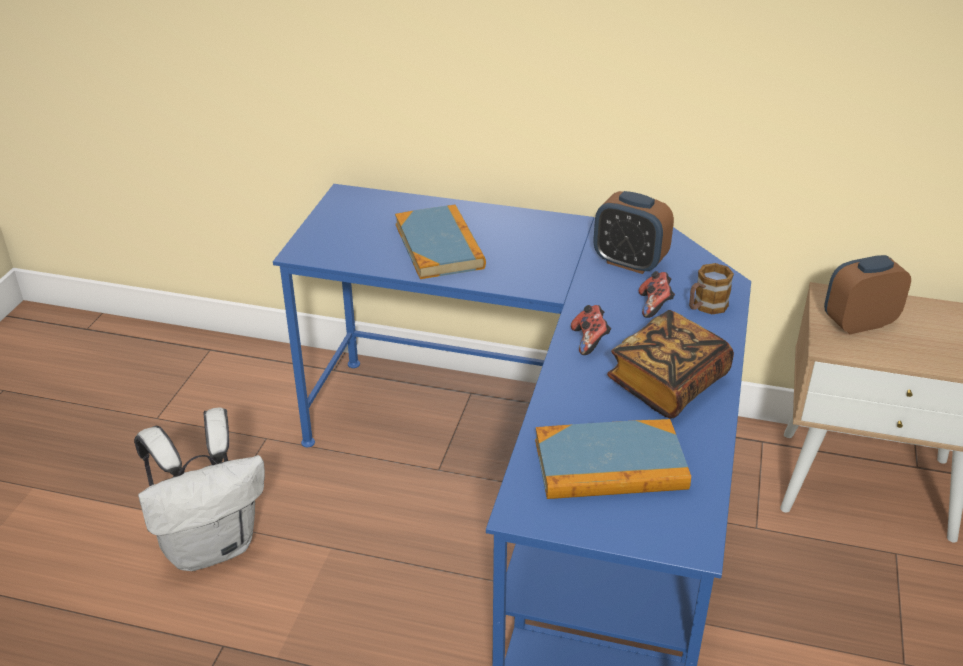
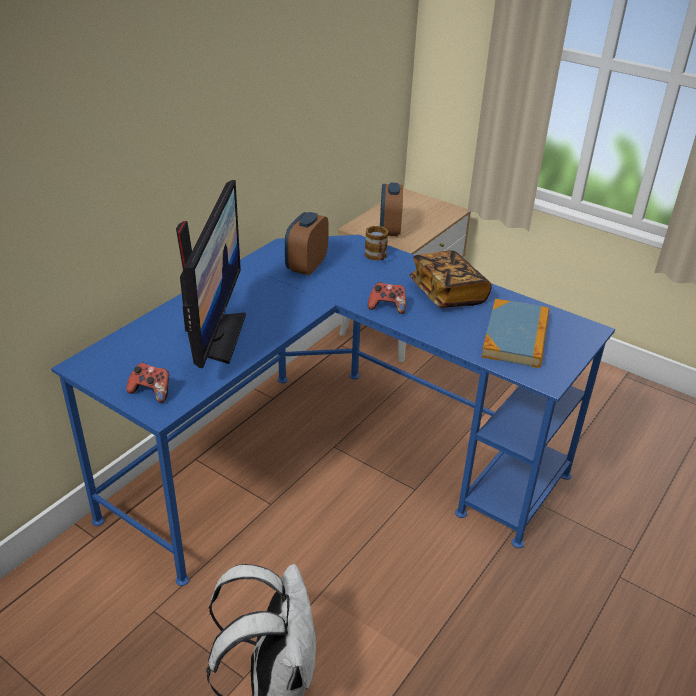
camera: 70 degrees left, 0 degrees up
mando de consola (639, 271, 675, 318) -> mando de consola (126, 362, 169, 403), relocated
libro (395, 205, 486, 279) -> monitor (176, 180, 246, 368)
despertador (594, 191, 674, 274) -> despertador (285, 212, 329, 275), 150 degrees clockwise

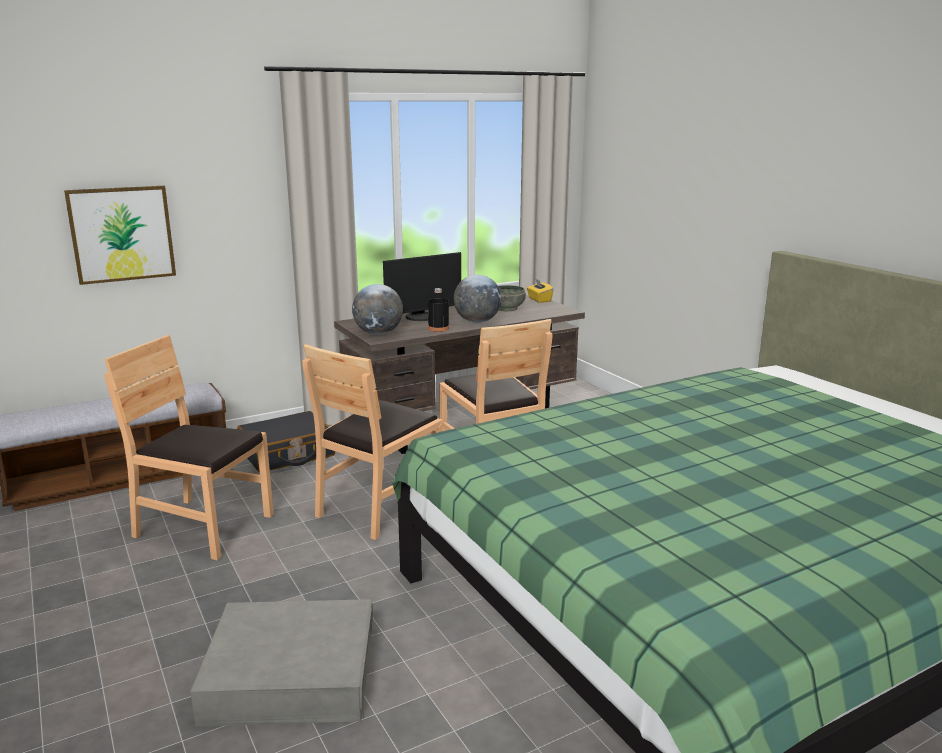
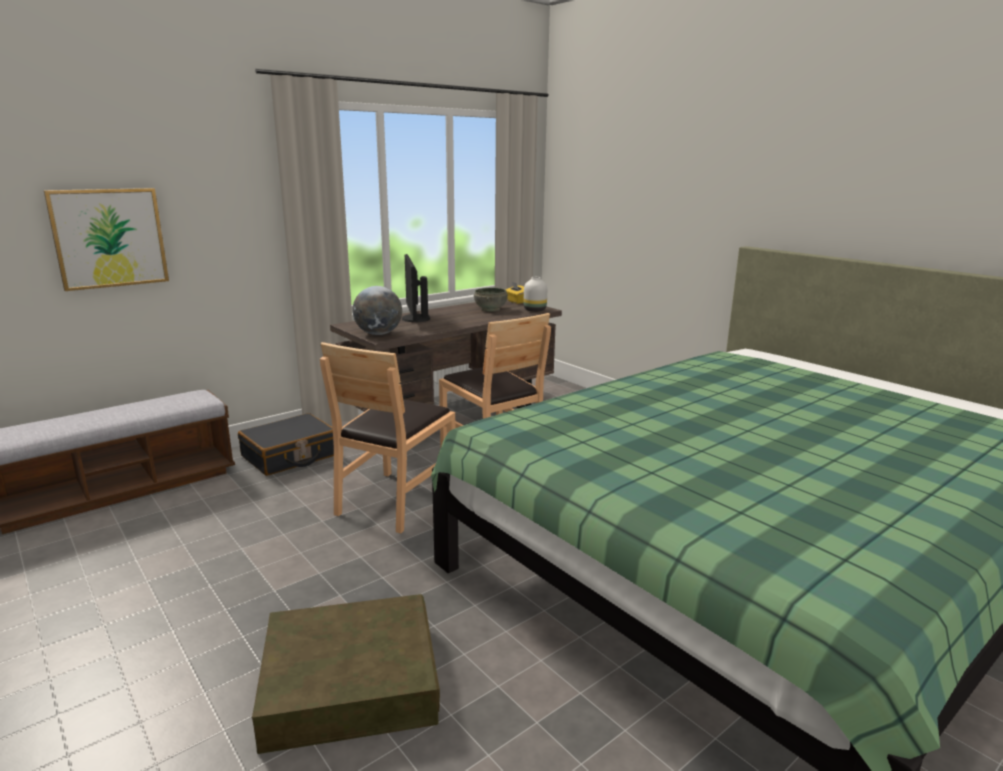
camera: 10 degrees left, 0 degrees up
silla (marrón) (104, 335, 274, 560) -> none
botella (negro) (428, 288, 449, 332) -> none
globo terráqueo (454, 275, 502, 323) -> none
none -> florero (blanco) (524, 277, 547, 312)
caja de almacenaje (gris) (190, 599, 373, 726) -> caja de almacenaje (marrón) (252, 594, 440, 754)
monitor (383, 252, 461, 321) -> monitor (402, 254, 430, 322), 120 degrees clockwise

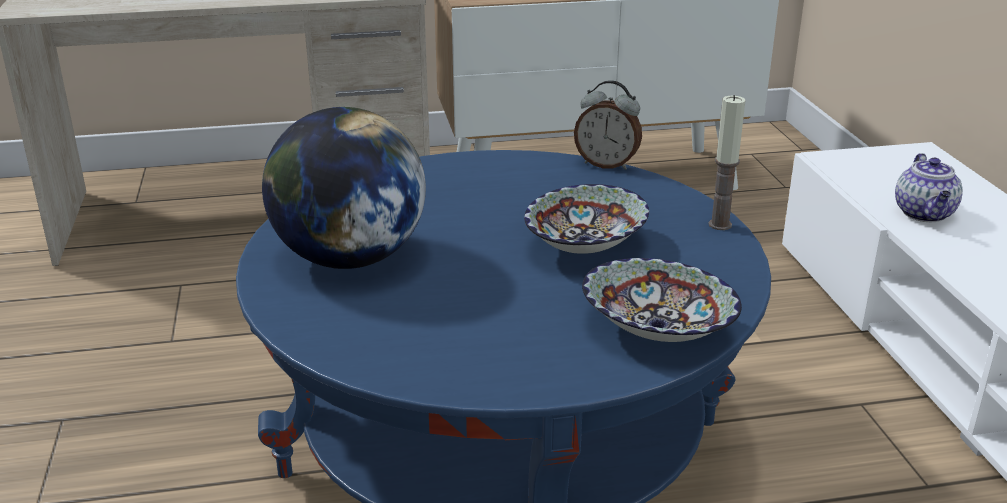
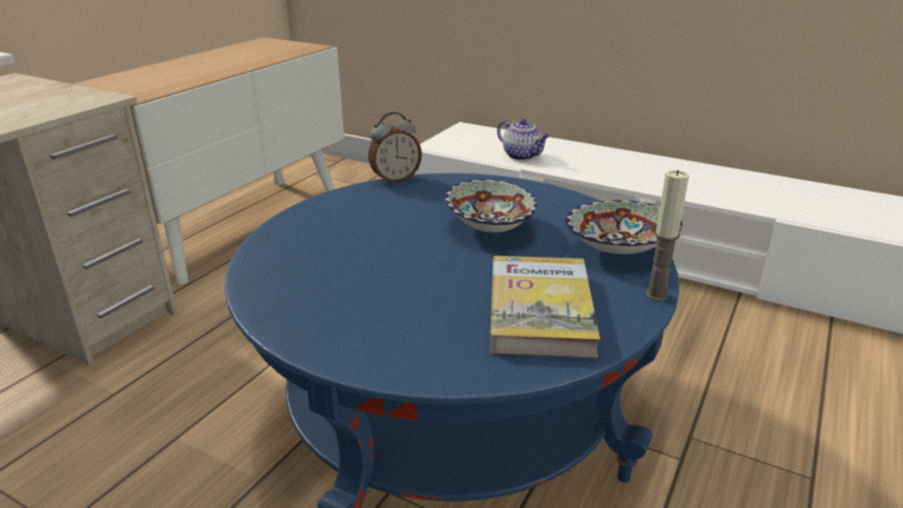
camera: 50 degrees left, 0 degrees up
globo terráqueo (262, 107, 426, 269) -> none
none -> libro (490, 256, 600, 358)
vela (708, 95, 746, 230) -> vela (645, 170, 689, 301), relocated

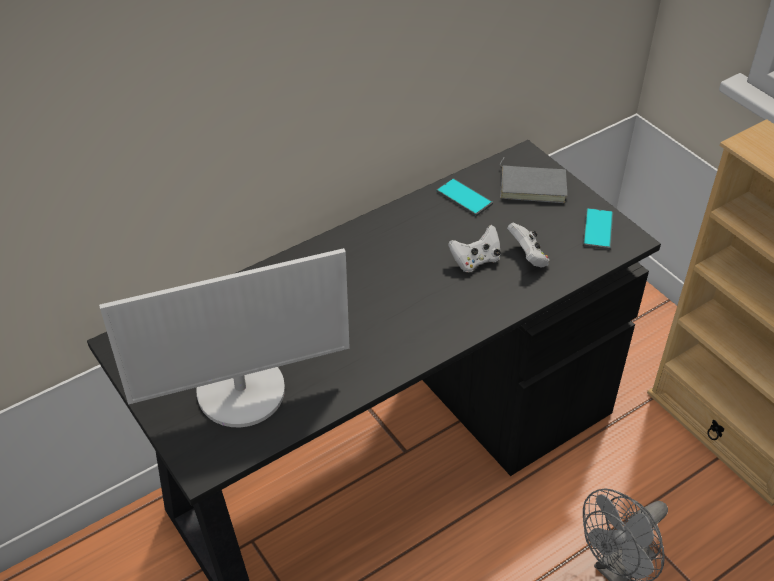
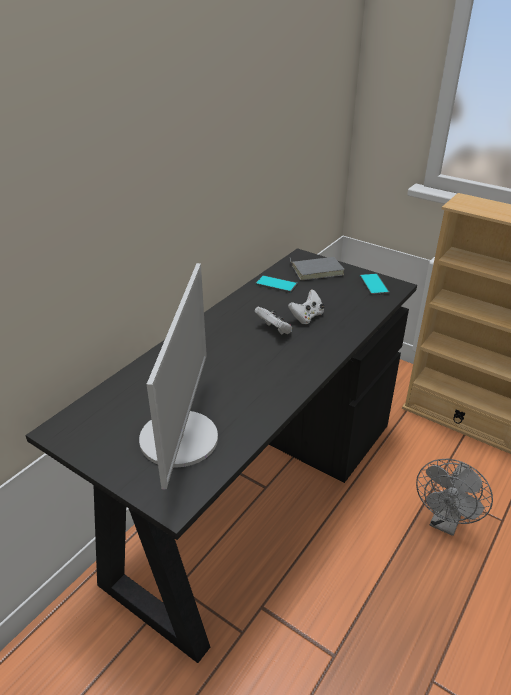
camera: 20 degrees left, 10 degrees down
mando de consola (blanco) (507, 223, 550, 268) -> mando de consola (blanco) (254, 307, 292, 335), relocated
monitor (99, 248, 350, 427) -> monitor (139, 263, 218, 490), 45 degrees counterclockwise

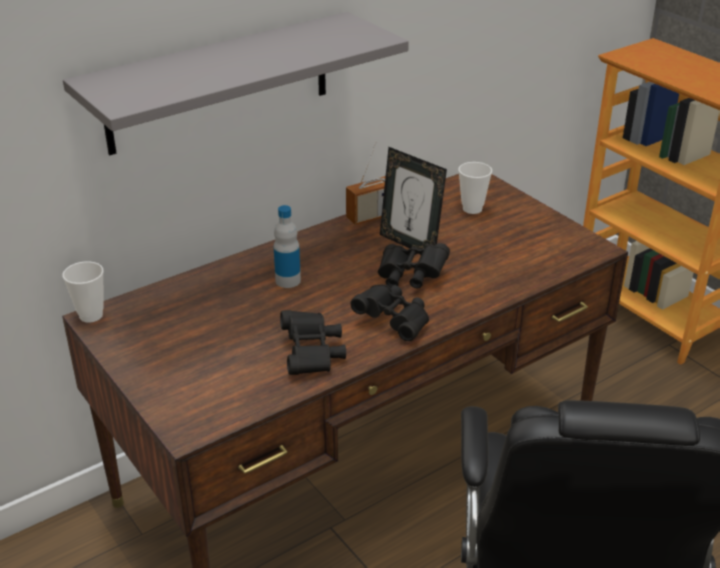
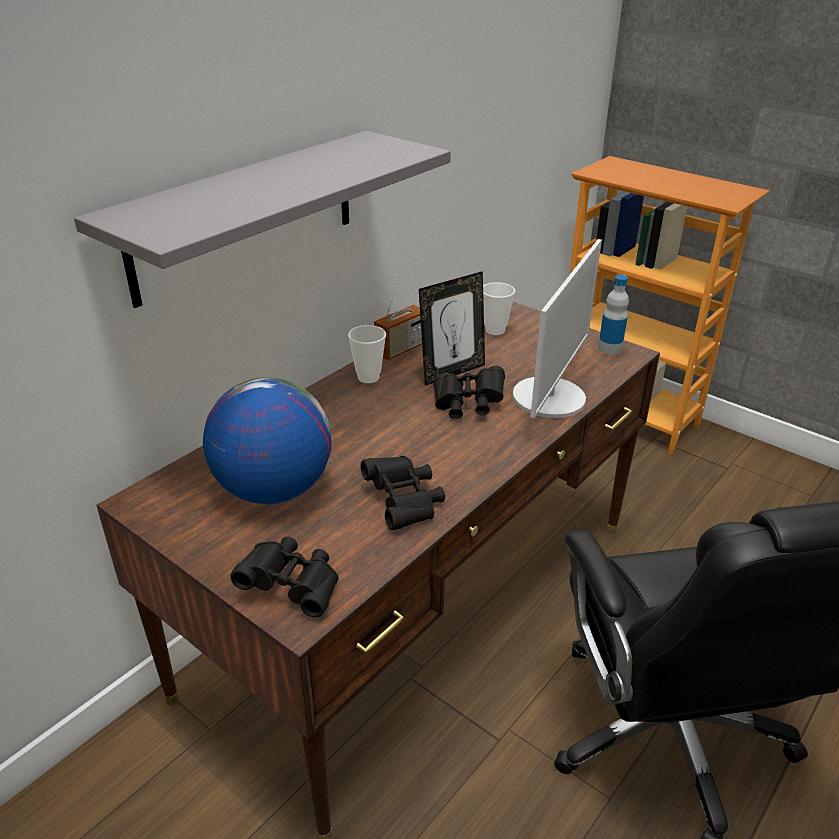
camera: 15 degrees left, 0 degrees up
none -> globo terráqueo (203, 377, 331, 504)
none -> monitor (513, 239, 602, 418)
taza (62, 261, 104, 323) -> taza (348, 325, 386, 383), relocated
botella (274, 205, 301, 288) -> botella (598, 275, 629, 355), relocated
prismáticos (negro) (351, 285, 429, 341) -> prismáticos (negro) (231, 537, 339, 617), relocated
portarretratos (380, 147, 447, 249) -> portarretratos (419, 271, 485, 386), 60 degrees counterclockwise

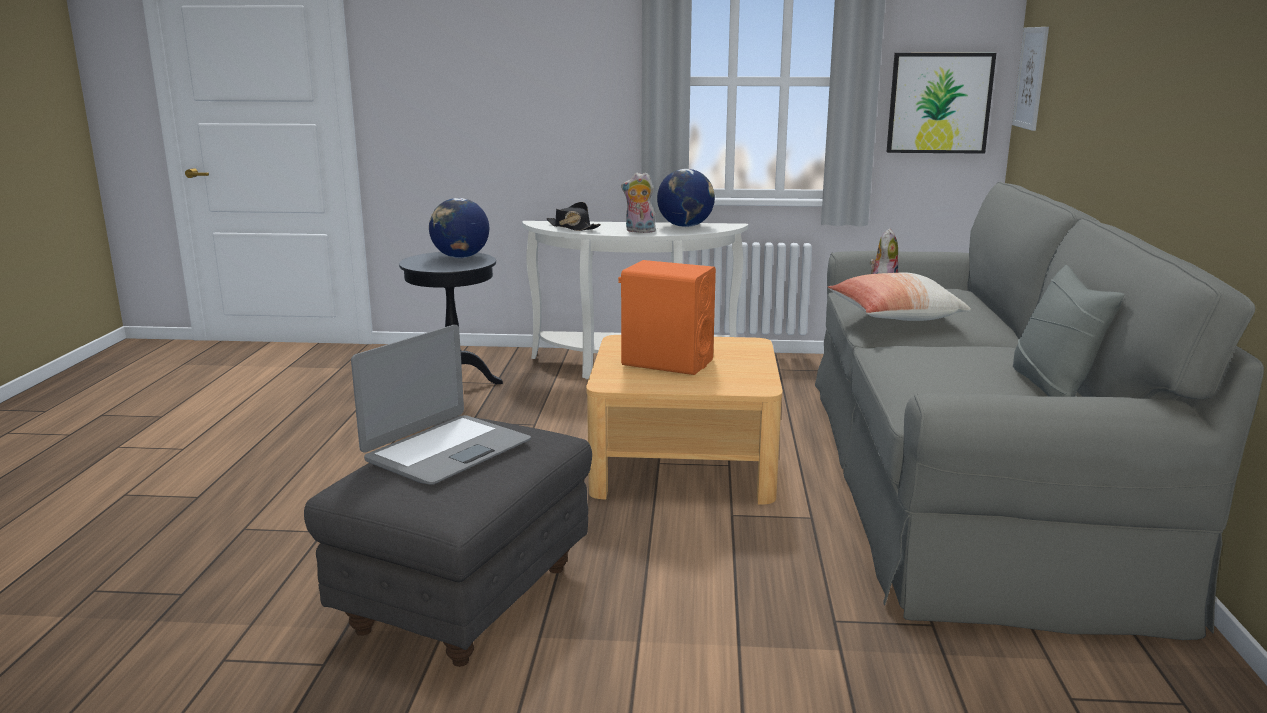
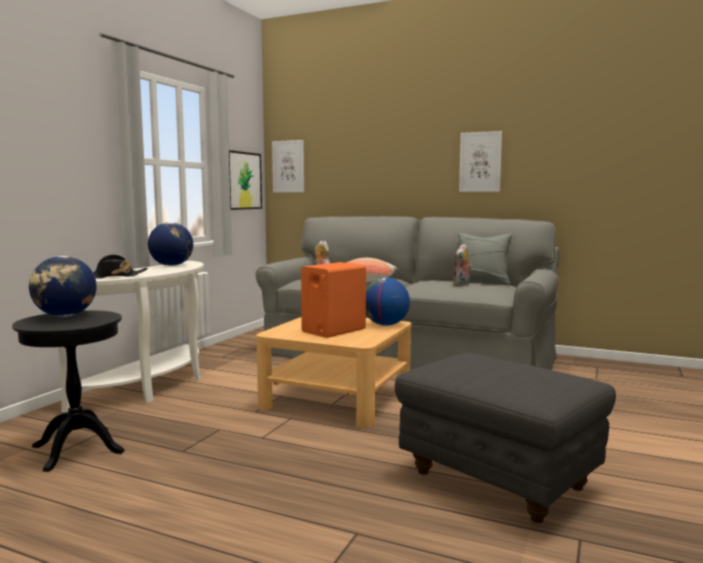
camera: 70 degrees left, 10 degrees down
portátil (351, 325, 531, 485) -> none
none -> globo terráqueo (366, 278, 410, 326)
none -> cuadro (459, 131, 502, 192)
peluche (621, 172, 656, 233) -> peluche (453, 244, 472, 286), relocated

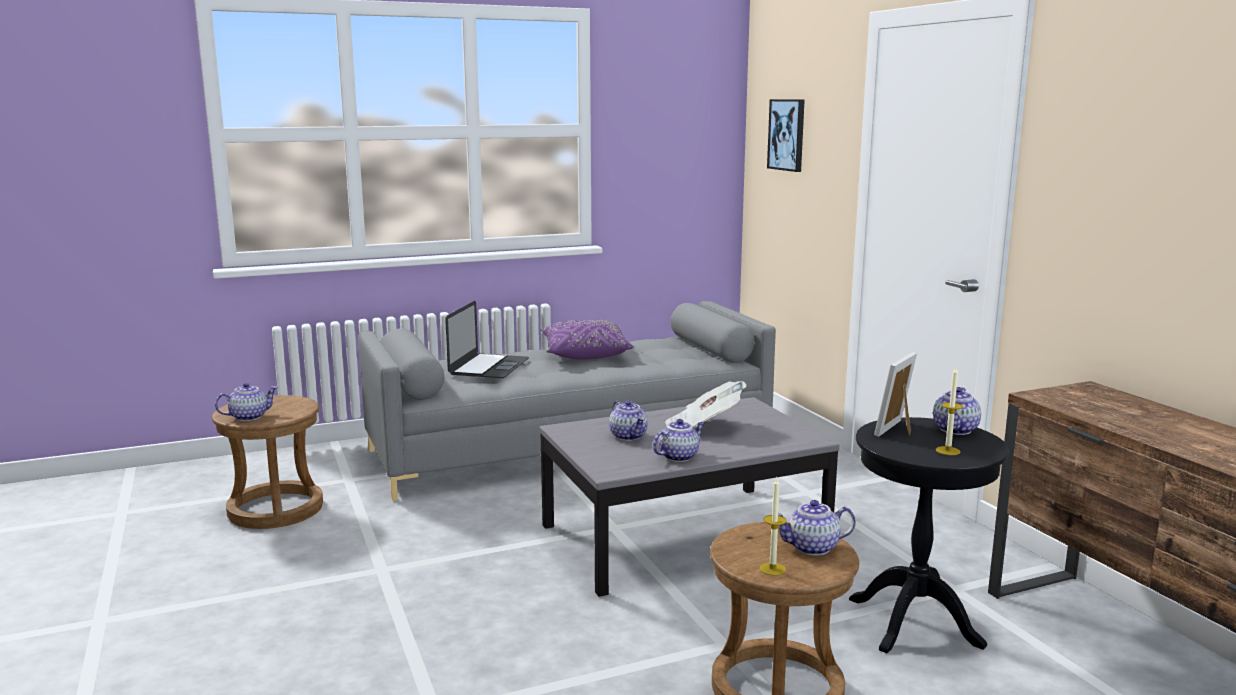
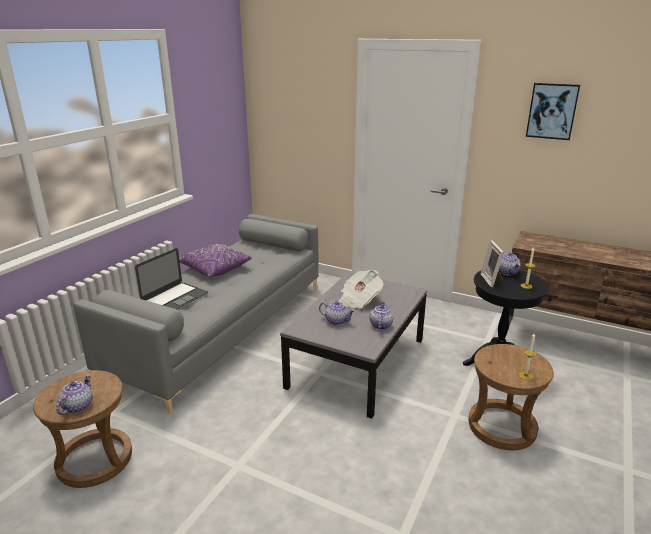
camera: 40 degrees left, 10 degrees up
tetera (778, 500, 856, 556) -> none
cuadro (767, 99, 805, 172) -> cuadro (526, 83, 580, 140), relocated
portátil (445, 301, 529, 378) -> portátil (135, 248, 208, 309), 60 degrees clockwise

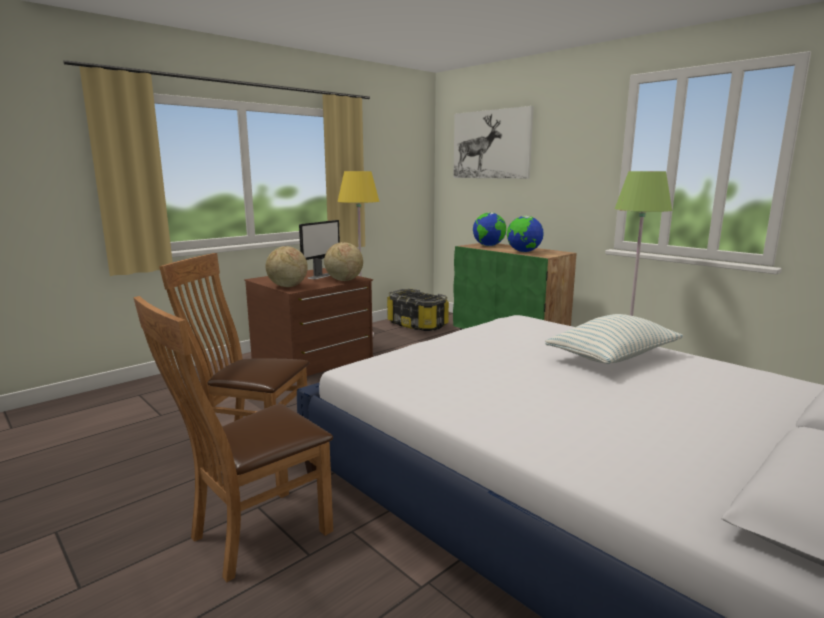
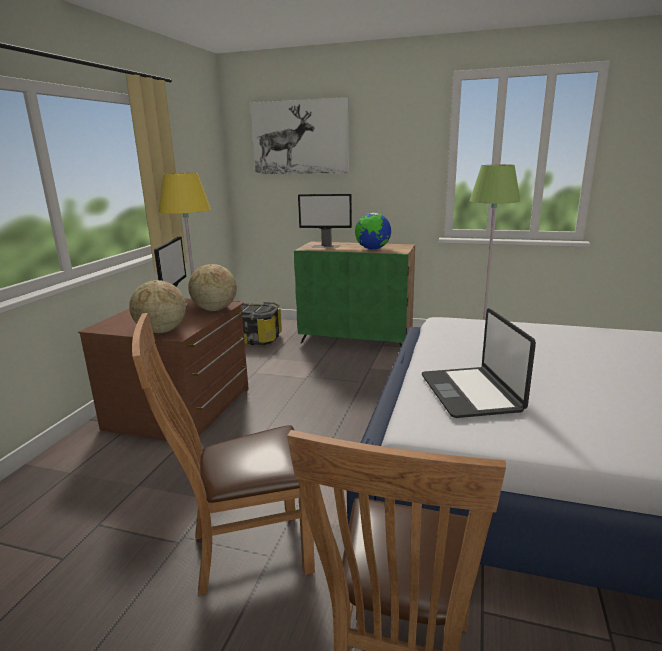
camera: 30 degrees left, 5 degrees up
cojín (545, 314, 684, 364) -> none
none -> portátil (422, 308, 536, 418)
globo terráqueo (473, 212, 506, 246) -> monitor (298, 194, 352, 248)

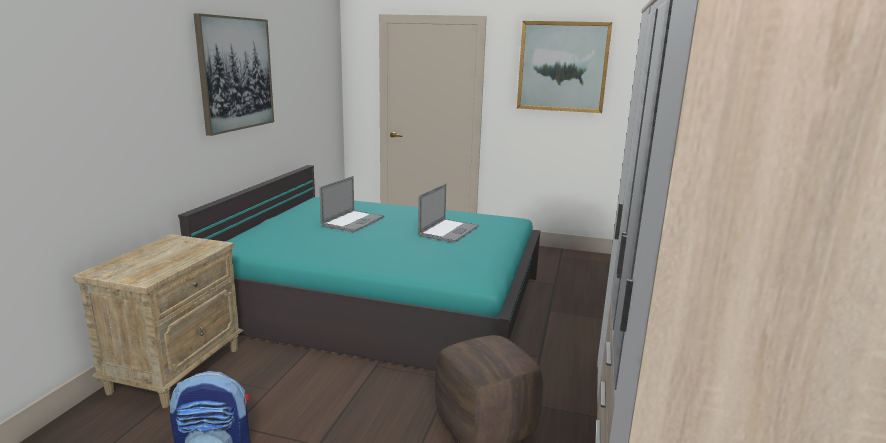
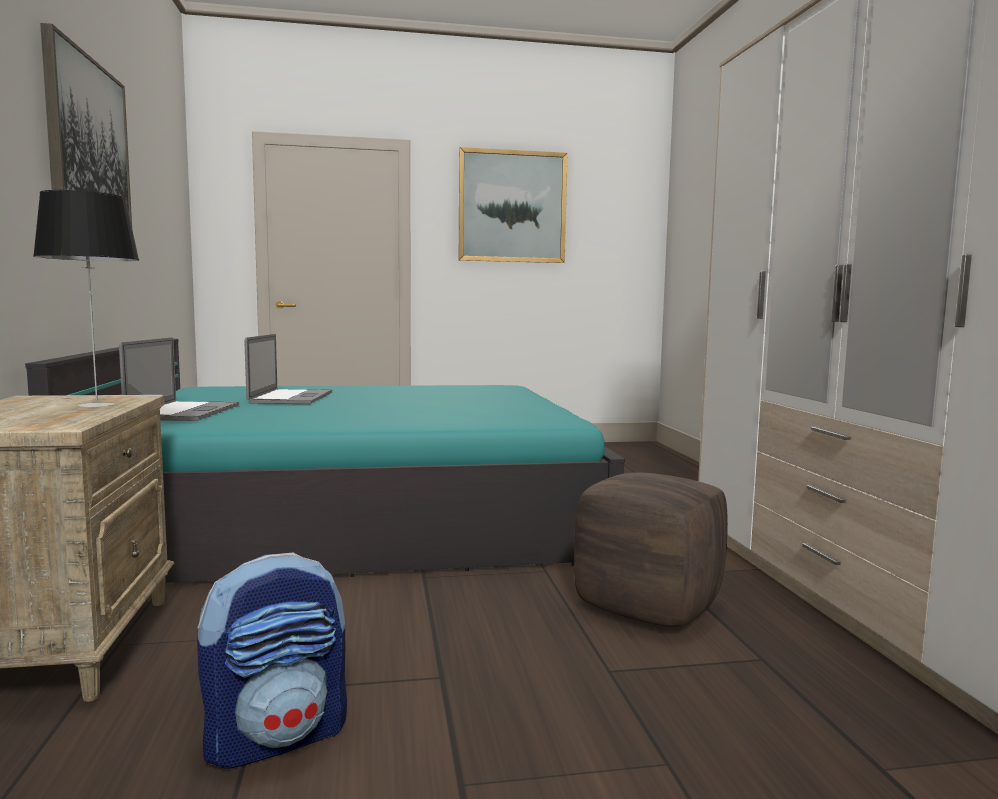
camera: 25 degrees left, 10 degrees down
none -> lámpara de mesa (33, 190, 139, 407)
portátil (418, 183, 479, 243) -> portátil (119, 337, 239, 421), relocated

